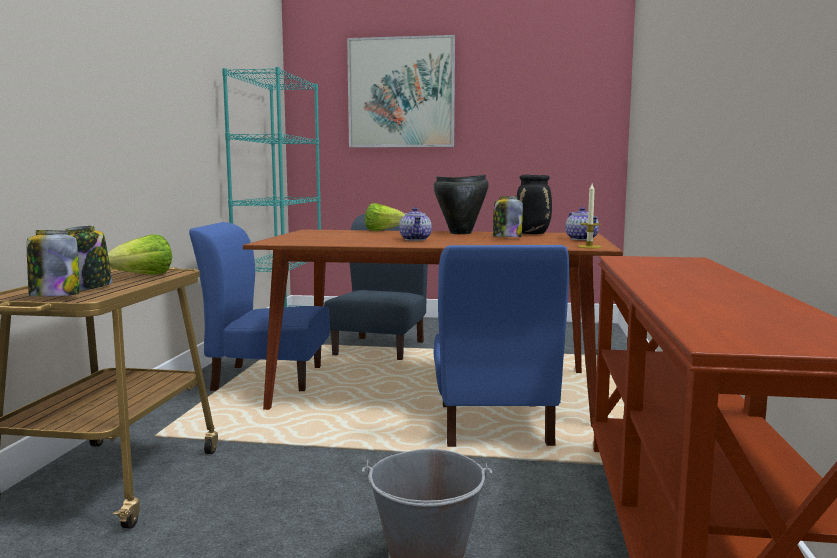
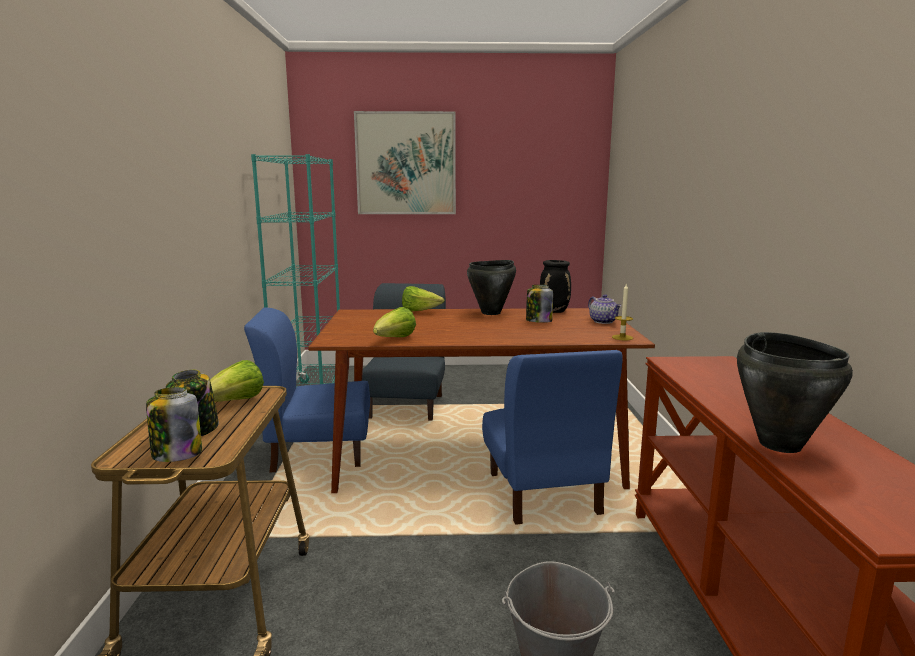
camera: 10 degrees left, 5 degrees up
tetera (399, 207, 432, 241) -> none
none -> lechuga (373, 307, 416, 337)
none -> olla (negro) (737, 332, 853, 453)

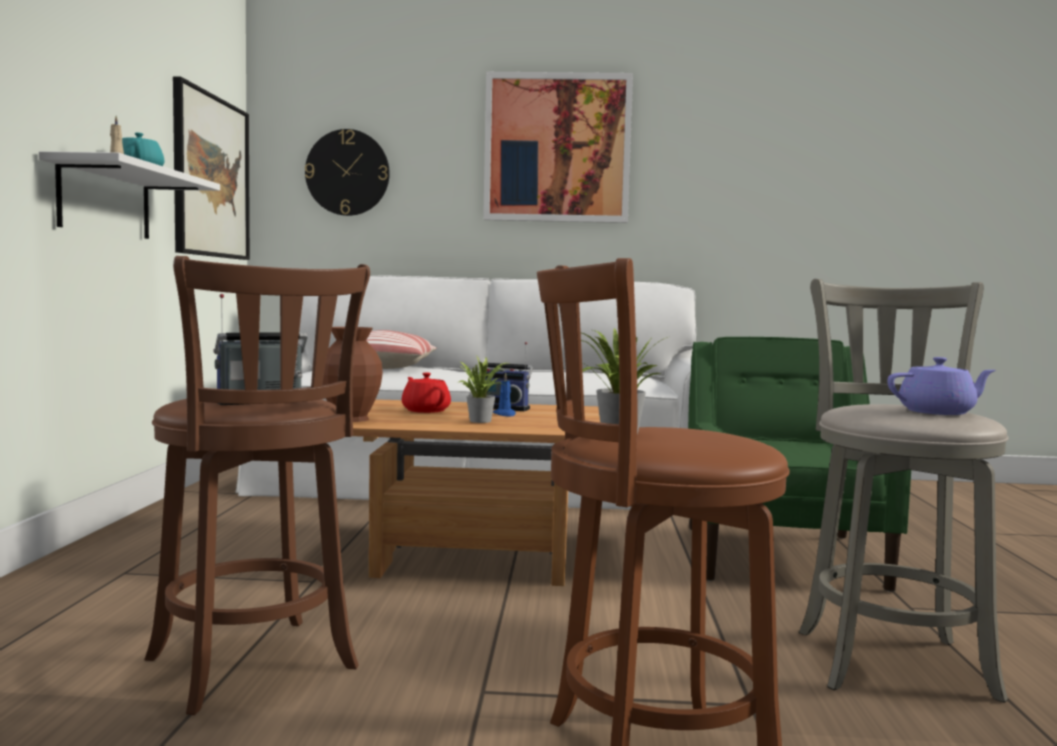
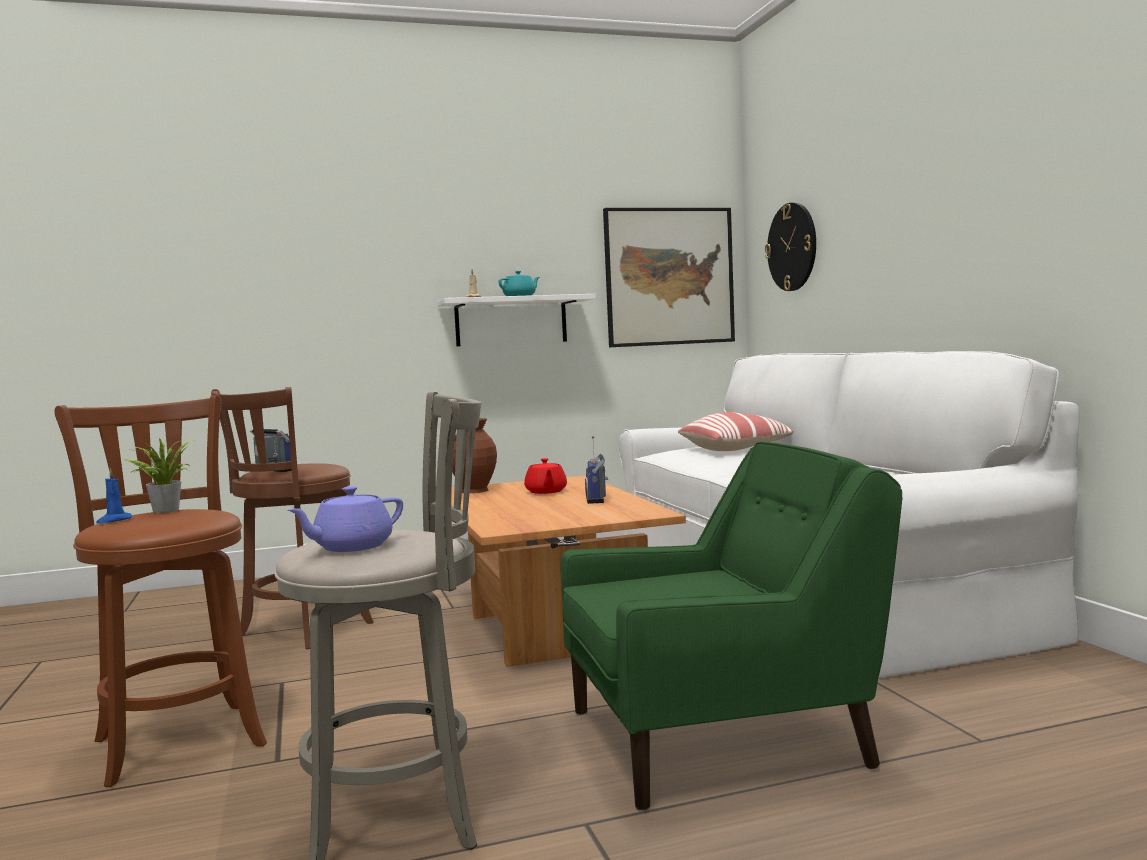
camera: 70 degrees right, 0 degrees up
planta en maceta (459, 355, 510, 423) -> none
cuadro (483, 72, 633, 223) -> none
vela (azul) (493, 372, 516, 416) -> vela (azul) (96, 468, 132, 524), relocated
tetera (rojo) (402, 373, 451, 413) -> tetera (rojo) (524, 458, 567, 494), 135 degrees clockwise
tetera (morado) (887, 357, 996, 415) -> tetera (morado) (287, 486, 403, 552), 75 degrees clockwise

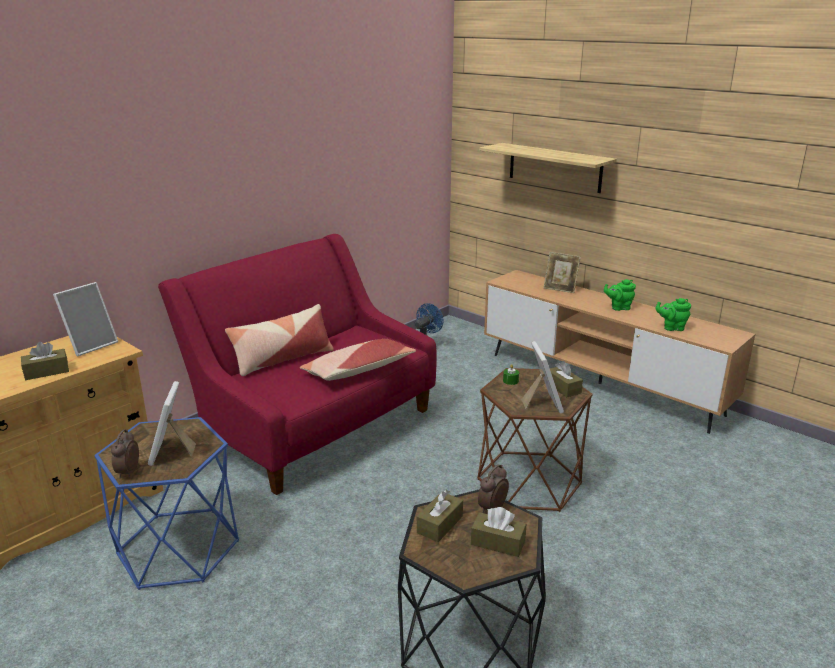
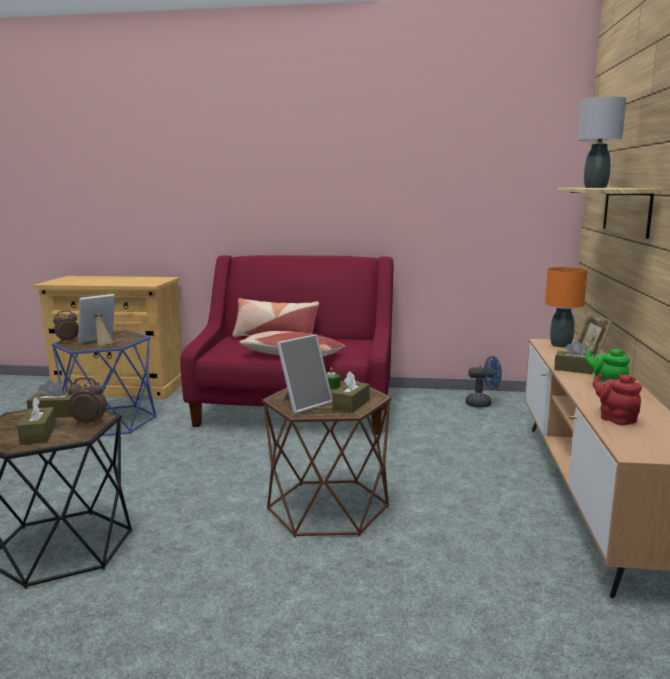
camera: 55 degrees right, 10 degrees down
portarretratos (53, 282, 118, 356) -> none
none -> lámpara de mesa (naranja) (545, 267, 588, 348)
none -> lámpara de mesa (gris) (578, 96, 626, 188)
caja de pañuelos (marrón) (21, 342, 69, 380) -> caja de pañuelos (marrón) (554, 340, 595, 374), relocated
tetera (verde) (655, 298, 691, 331) -> tetera (rojo) (592, 374, 642, 425)

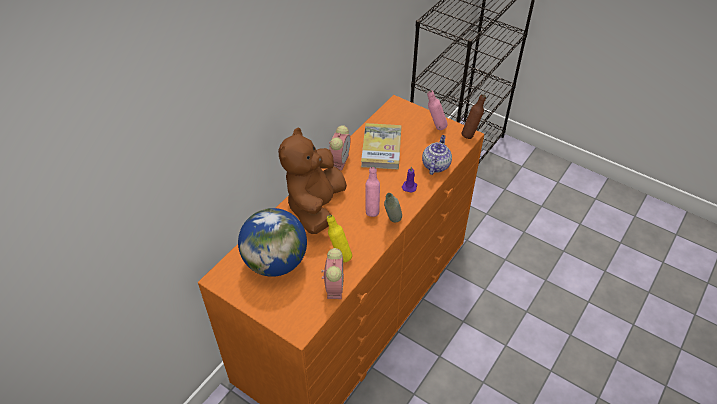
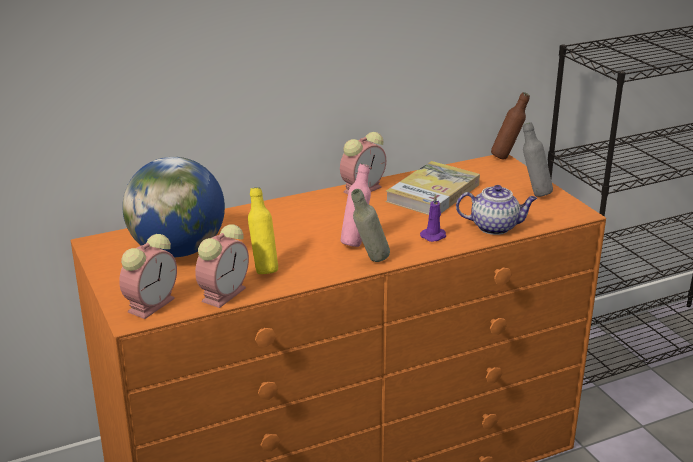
camera: 30 degrees right, 20 degrees down
peluche (marrón) (278, 127, 347, 234) -> none
none -> despertador (119, 234, 177, 319)
botella (marrón) (461, 94, 486, 139) -> botella (marrón) (491, 92, 530, 160), relocated
botella (rosa) (427, 90, 447, 130) -> botella (gris) (523, 122, 553, 197)
tetera (422, 135, 452, 175) -> tetera (456, 185, 537, 235), 45 degrees clockwise

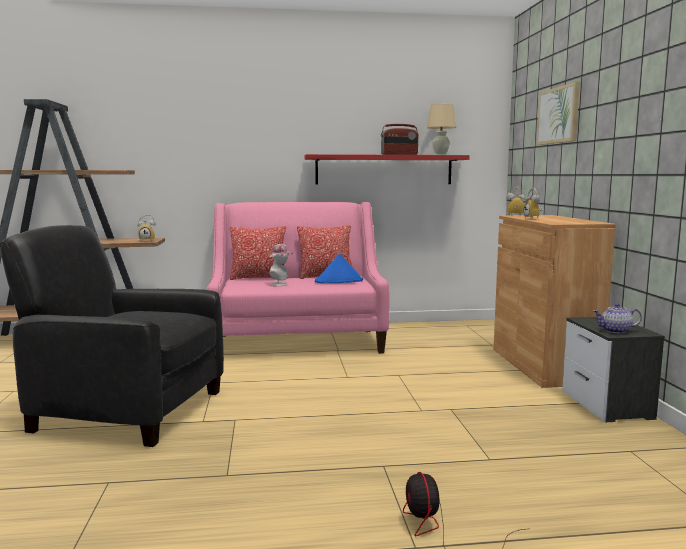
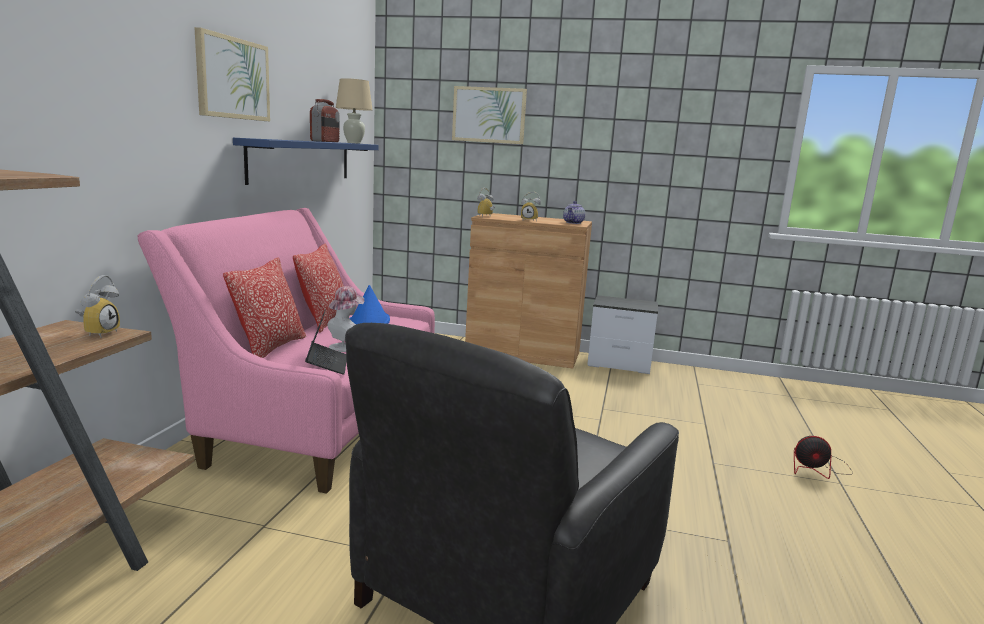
camera: 70 degrees left, 5 degrees up
none -> cuadro (194, 27, 270, 121)
none -> portátil (305, 310, 347, 375)
tetera (593, 303, 642, 334) -> tetera (563, 201, 585, 224), relocated
estante (rojo) (304, 154, 470, 185) -> estante (azul) (233, 138, 379, 185)

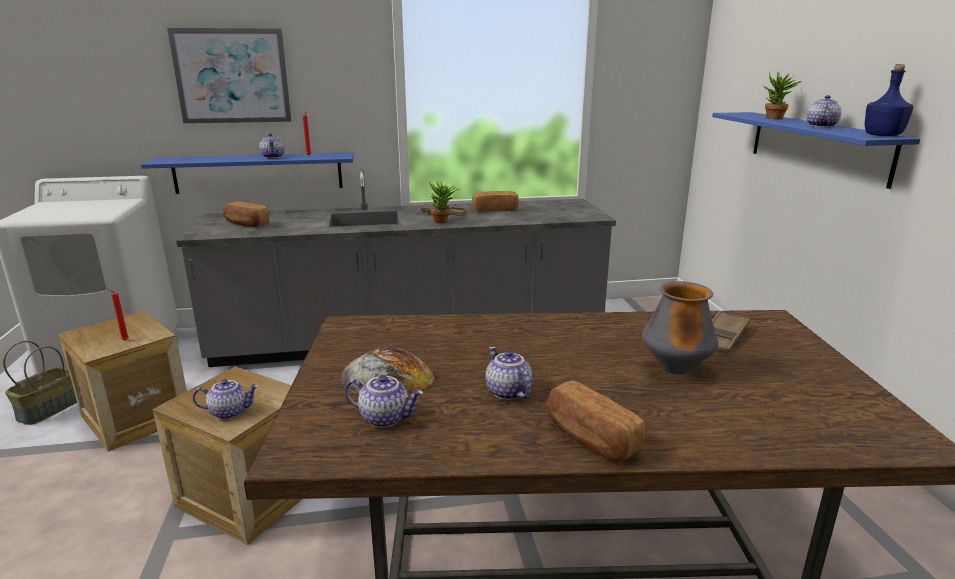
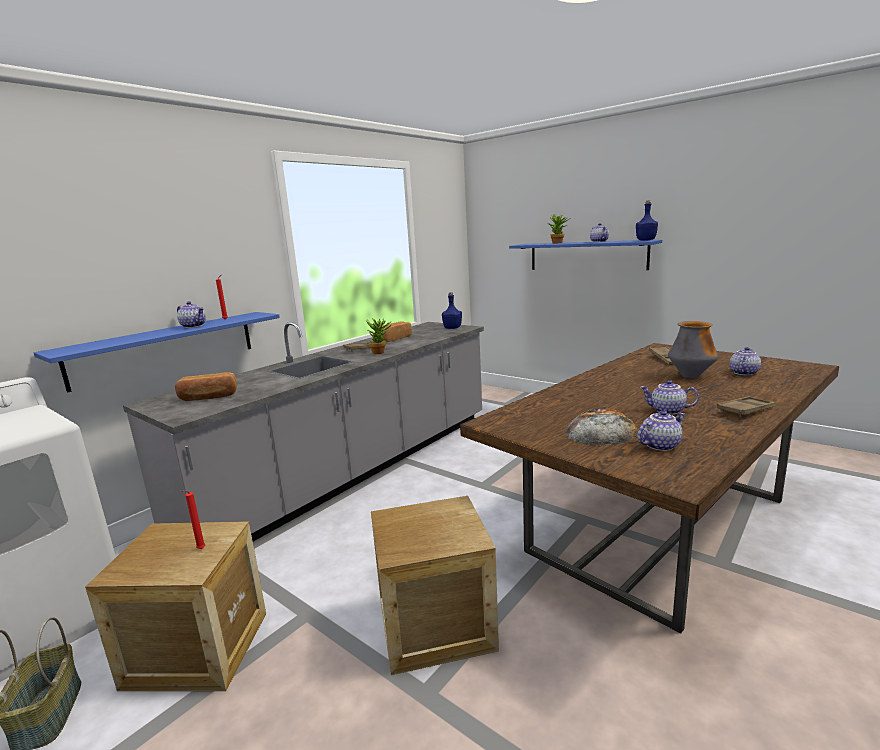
camera: 40 degrees left, 5 degrees down
cuadro (167, 28, 291, 124) -> none
none -> botella (azul) (442, 292, 462, 329)
tetera (193, 379, 259, 419) -> tetera (730, 347, 761, 376), relocated
pan (547, 381, 645, 462) -> bandeja (marrón) (717, 396, 776, 417)

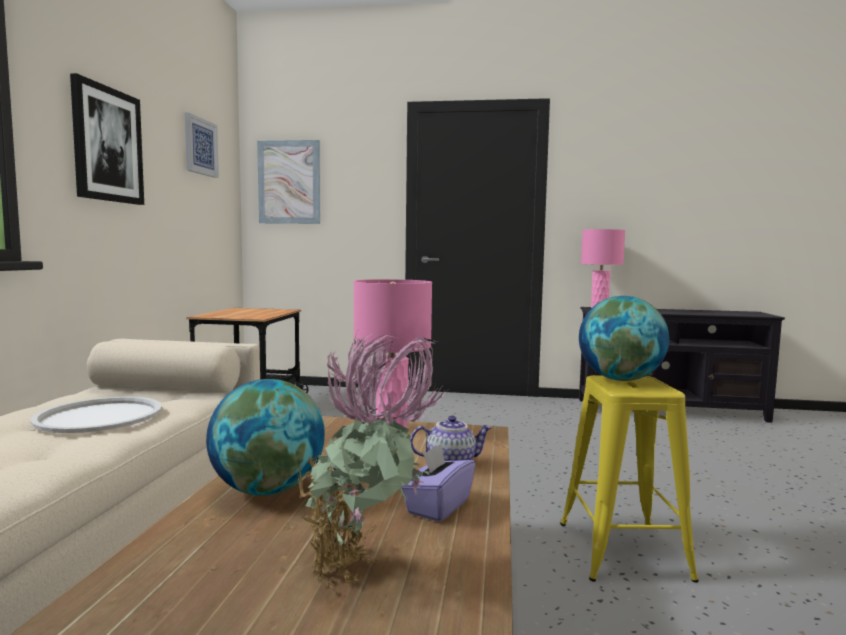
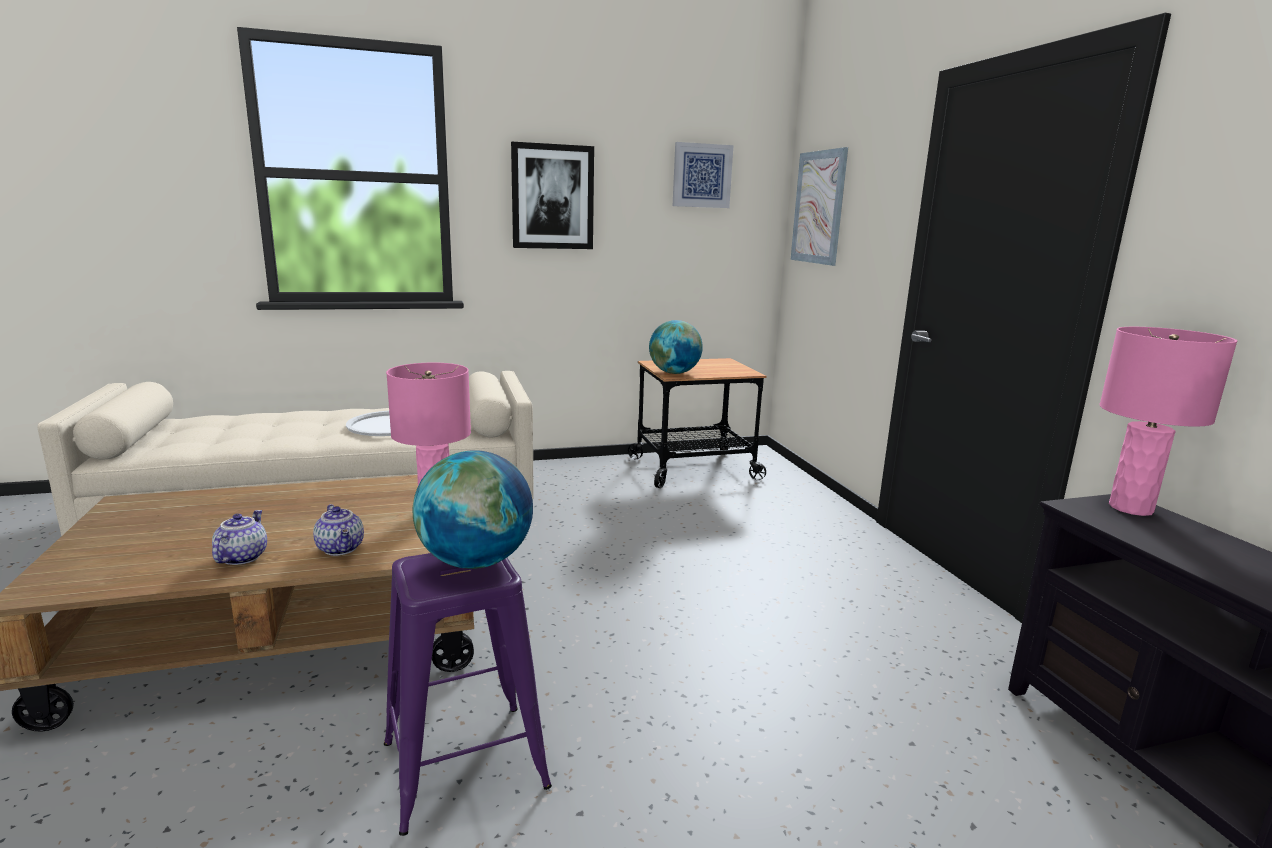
camera: 65 degrees right, 10 degrees up
planta en maceta (297, 331, 447, 589) -> none
globo terráqueo (206, 379, 325, 496) -> globo terráqueo (649, 320, 703, 374), relocated
caja de pañuelos (morado) (401, 444, 476, 522) -> tetera (212, 510, 267, 565)
taburete (amarillo) (560, 375, 699, 583) -> taburete (morado) (384, 553, 552, 836)

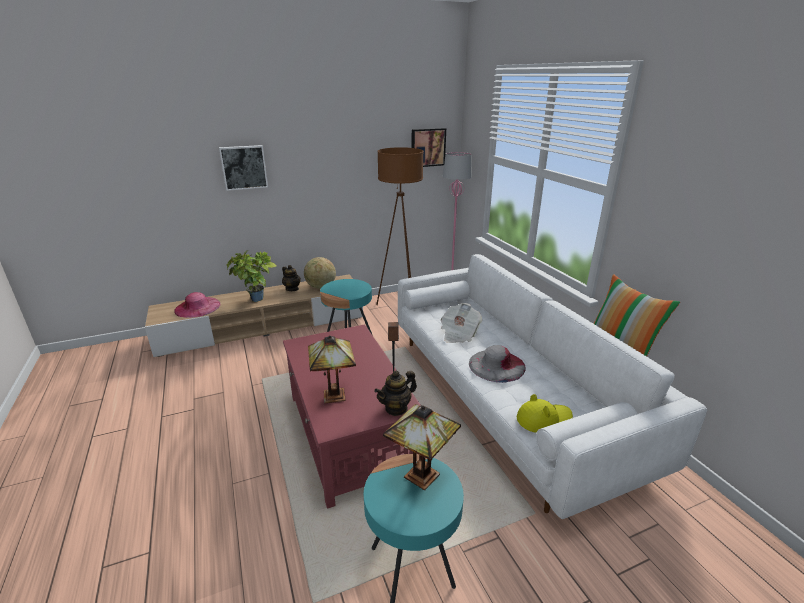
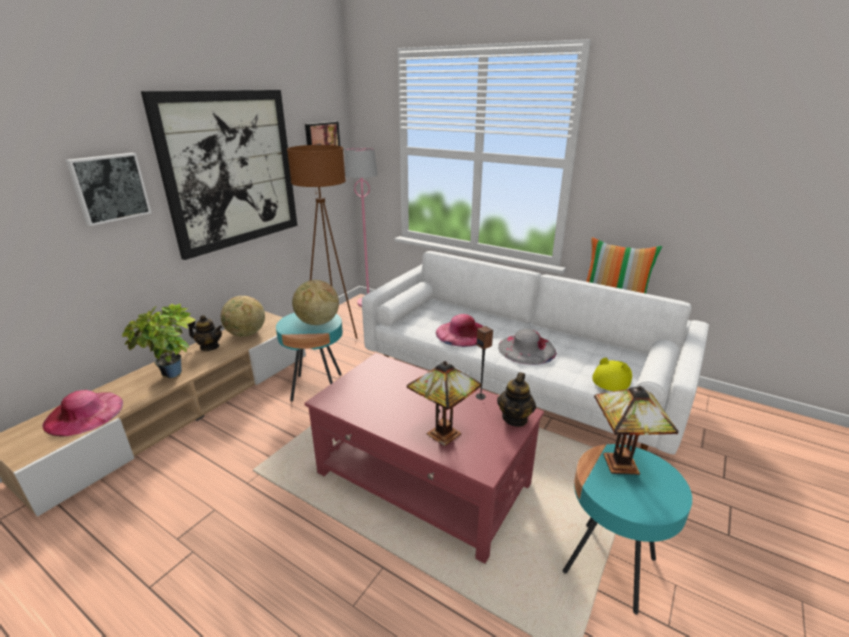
camera: 35 degrees left, 0 degrees up
none -> cuadro (141, 90, 297, 260)
none -> globo terráqueo (292, 280, 339, 325)
periódico (441, 303, 482, 343) -> sombrero (rosa) (436, 314, 484, 347)

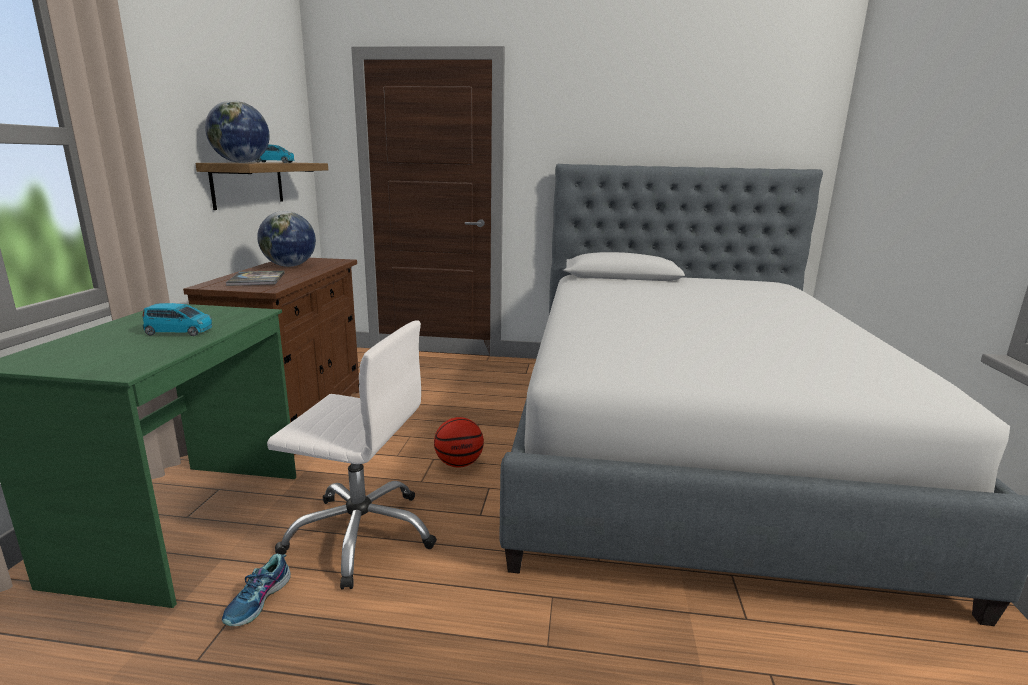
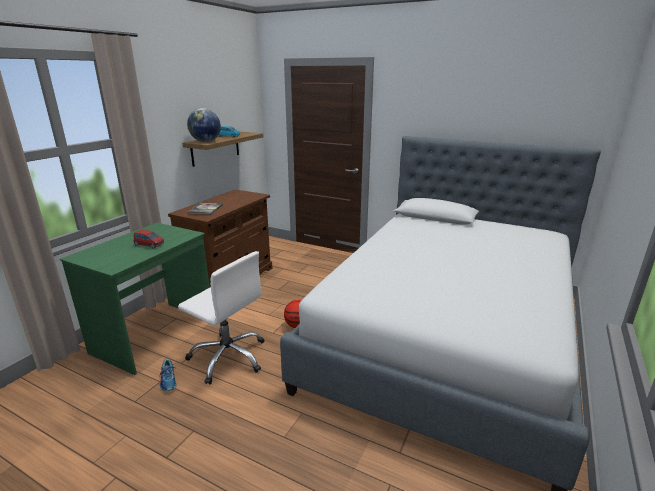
camera: 20 degrees right, 5 degrees up
globo terráqueo (257, 211, 316, 267) -> none
coche de juguete (azul) (142, 303, 212, 336) -> coche de juguete (rojo) (133, 230, 164, 249)
zapato (222, 554, 291, 626) -> zapato (160, 359, 177, 391), 60 degrees counterclockwise

